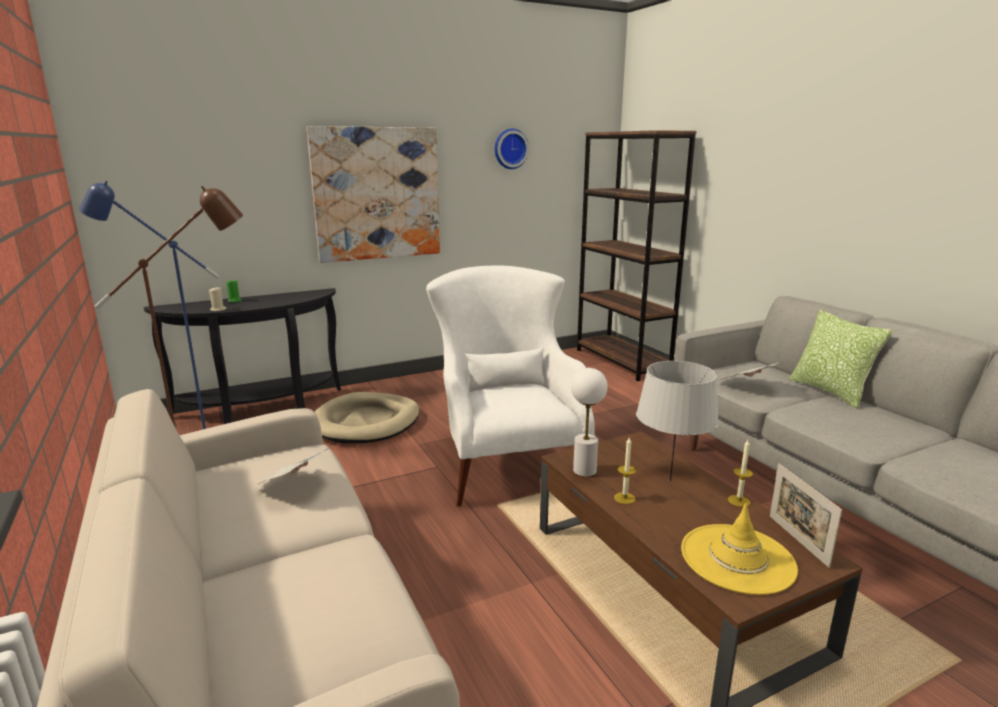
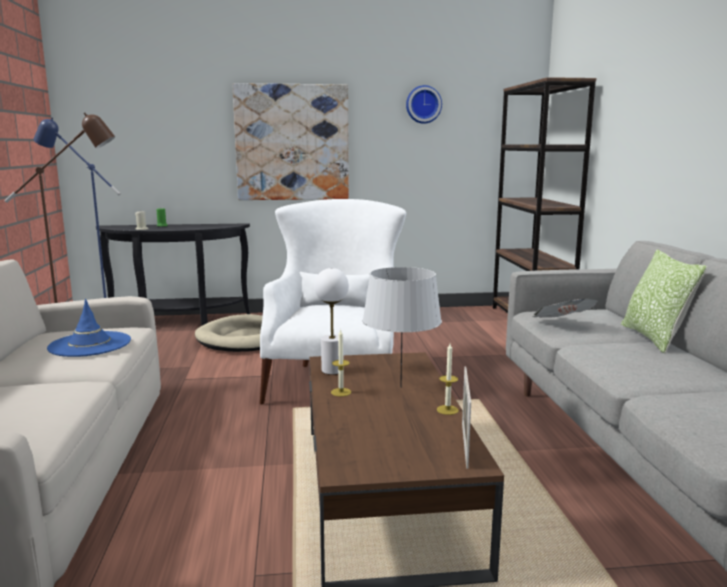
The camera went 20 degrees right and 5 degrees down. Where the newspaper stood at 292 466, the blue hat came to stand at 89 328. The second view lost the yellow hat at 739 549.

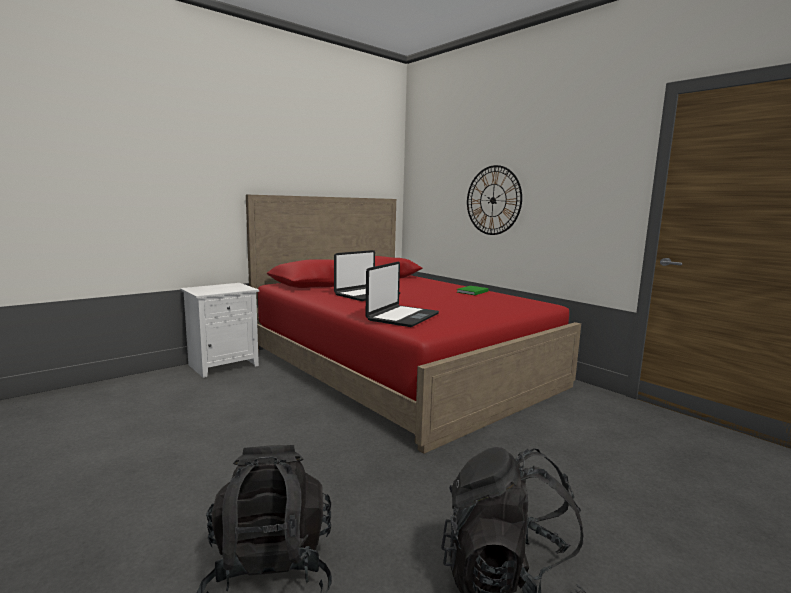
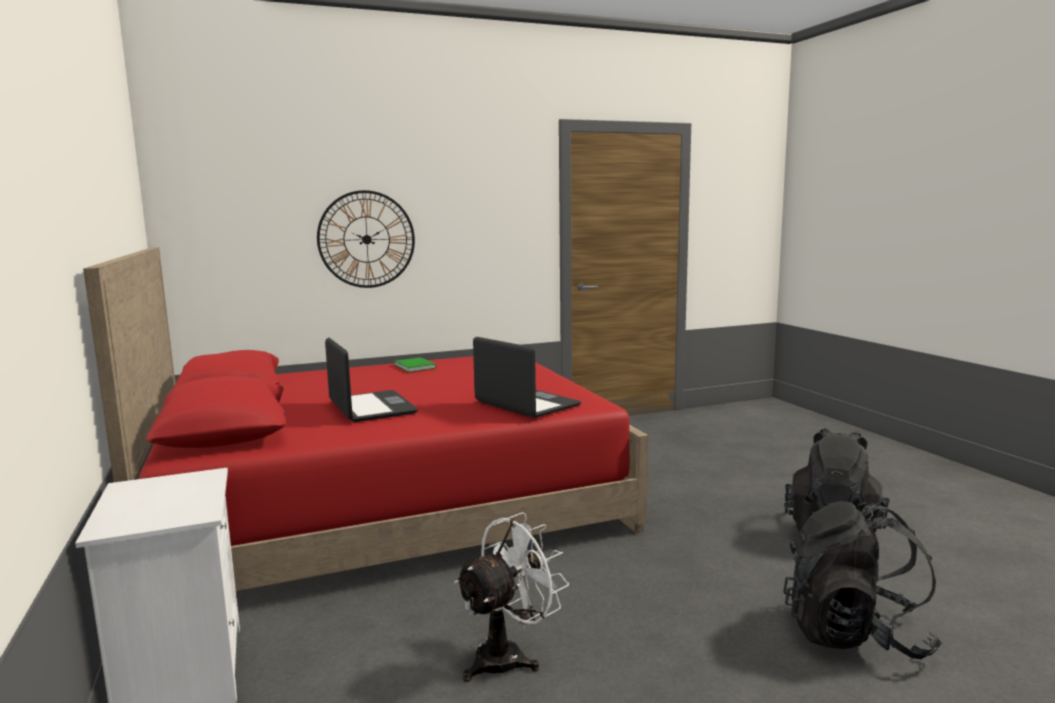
The camera went 70 degrees left and 0 degrees up. The second view gained the white fan at 511 597.

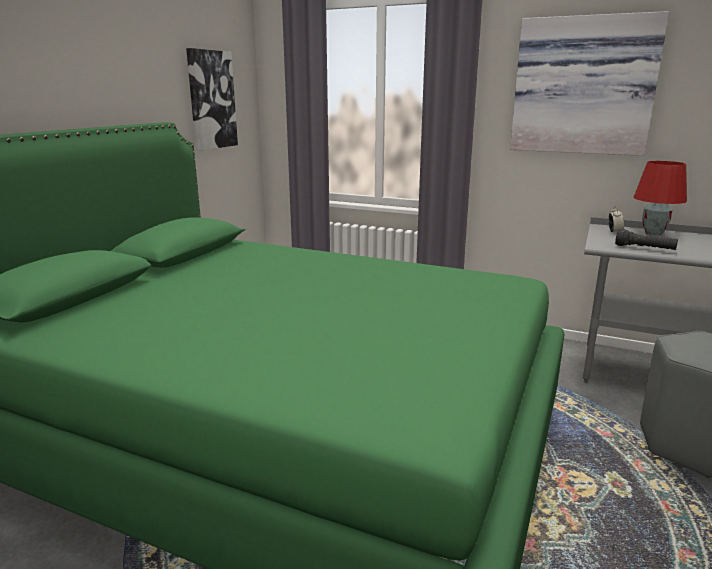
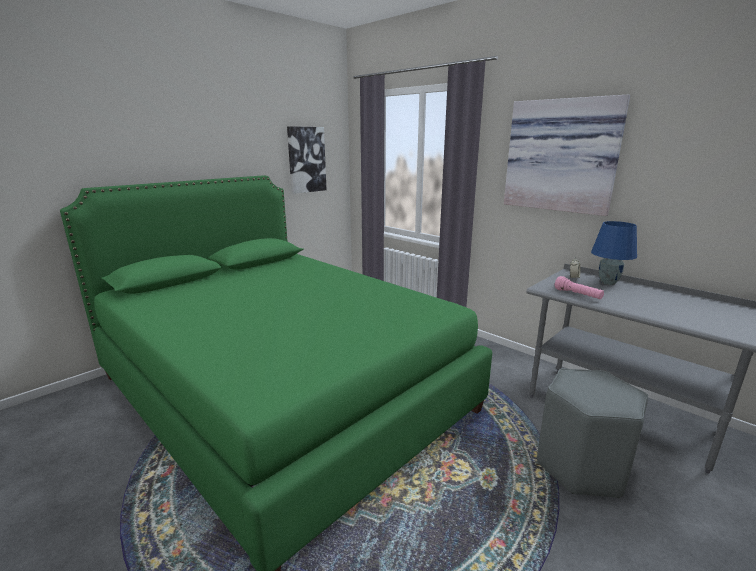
The camera went 20 degrees right and 0 degrees up. What was the black flashlight at 646 239 turned into the pink flashlight at 579 287. What was the red table lamp at 660 198 turned into the blue table lamp at 614 253.

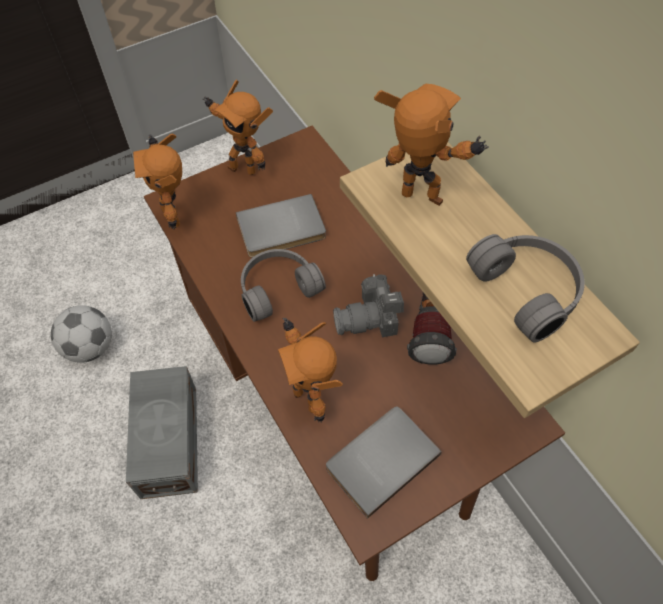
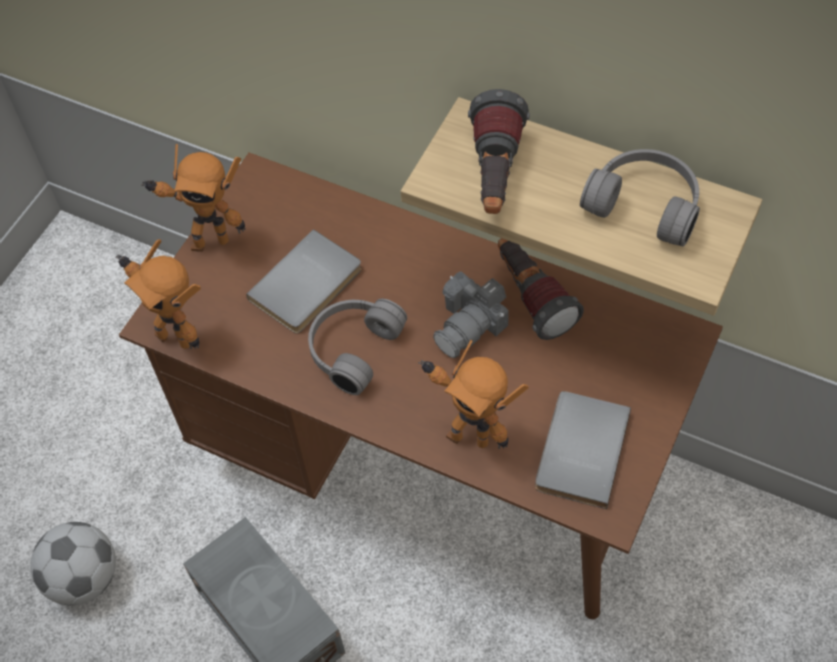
The camera went 30 degrees left and 0 degrees up. Where the toy robot stood at 431 145, the flashlight came to stand at 499 151.

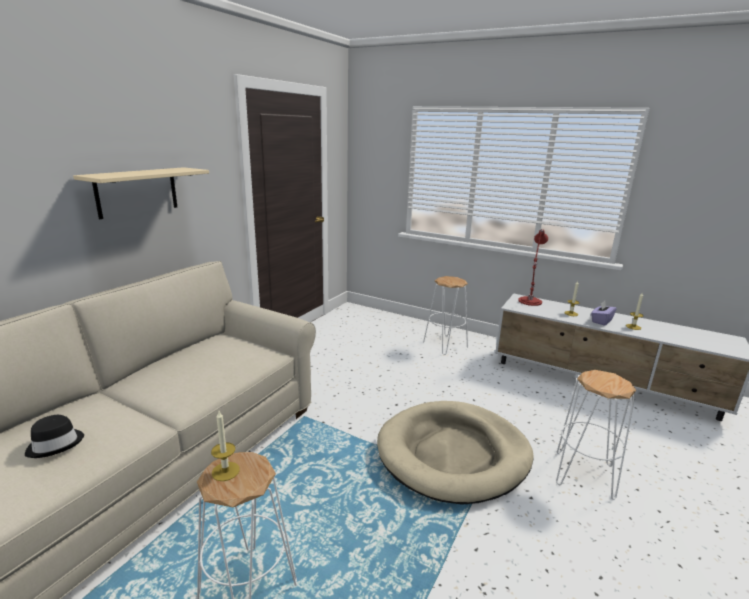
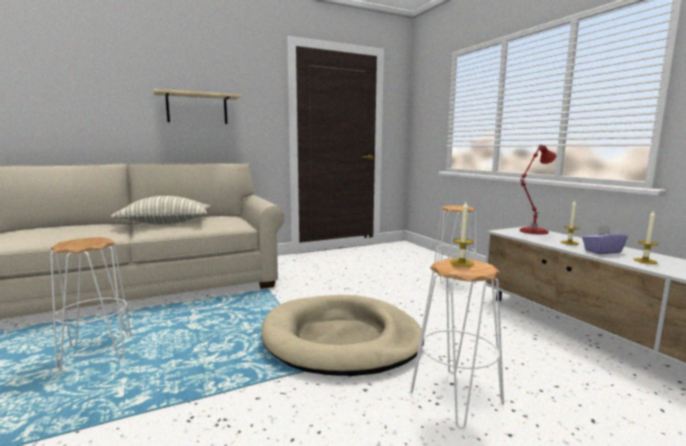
The camera went 35 degrees right and 10 degrees down. The second view gained the pillow at 160 210. The candle ended up elsewhere, having gone from 225 446 to 462 234. The second view lost the black hat at 54 436.

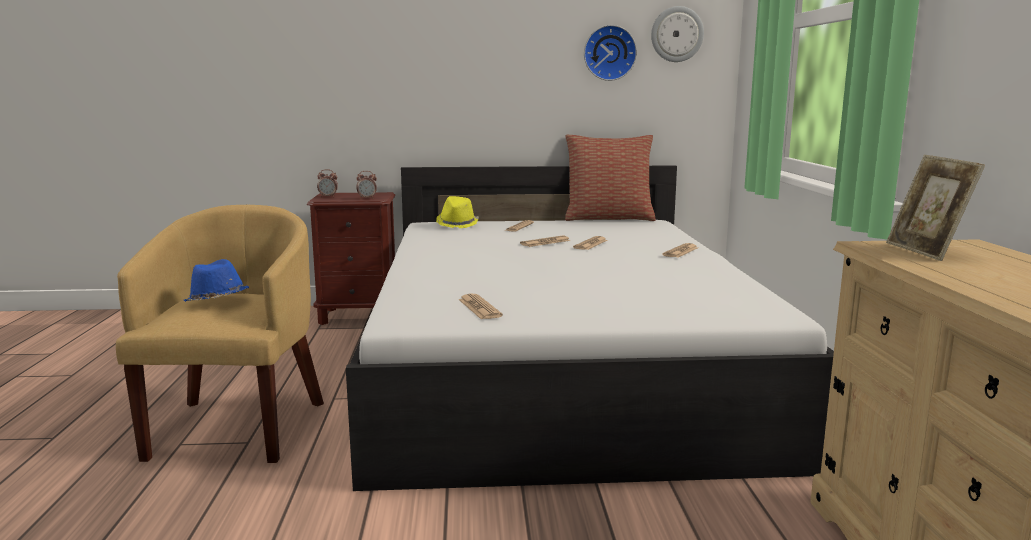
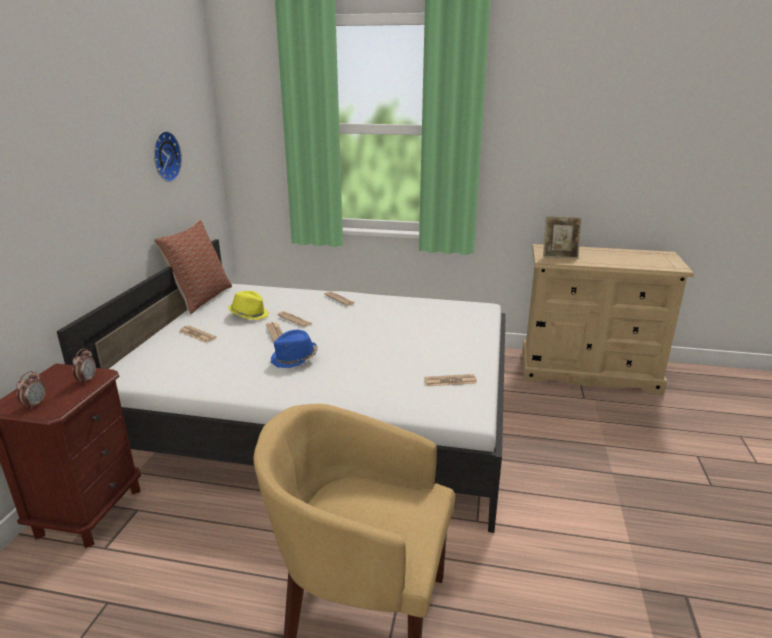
The camera went 75 degrees left and 10 degrees up. The yellow hat ended up elsewhere, having gone from 457 212 to 248 305. The blue hat ended up elsewhere, having gone from 216 280 to 294 349. The second view lost the wall clock at 677 34.

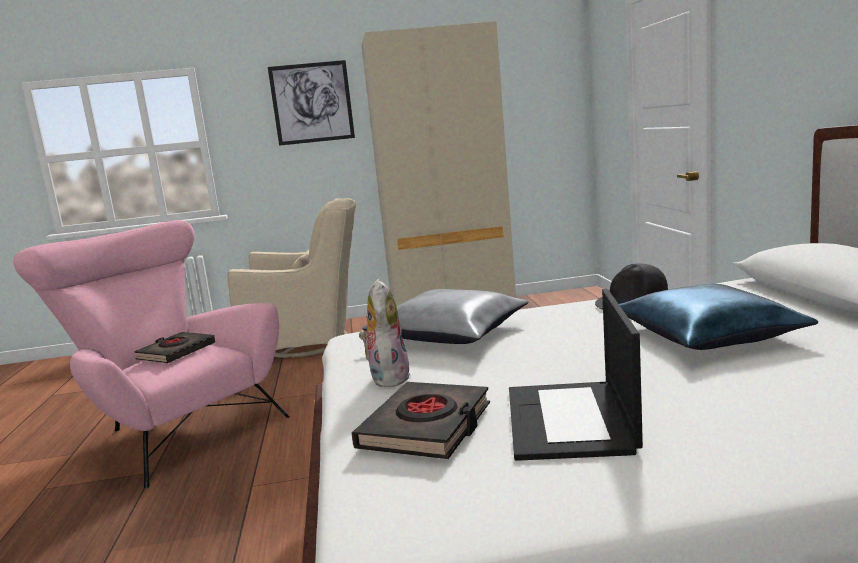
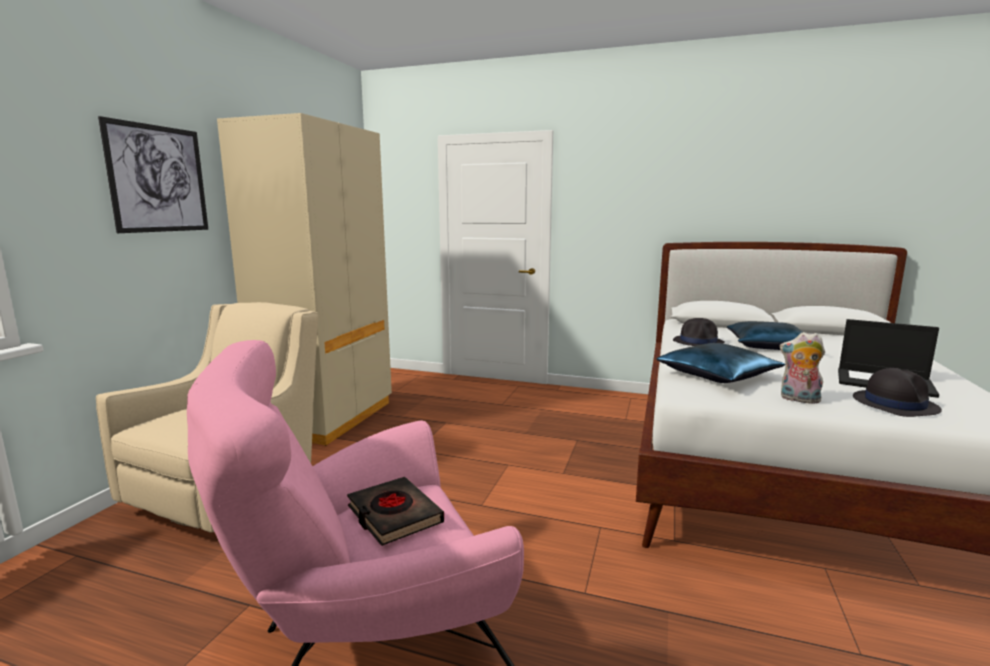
The camera went 65 degrees left and 0 degrees up. What was the grey pillow at 445 316 turned into the blue pillow at 720 363. Where the black book stood at 420 420, the black hat came to stand at 897 392.

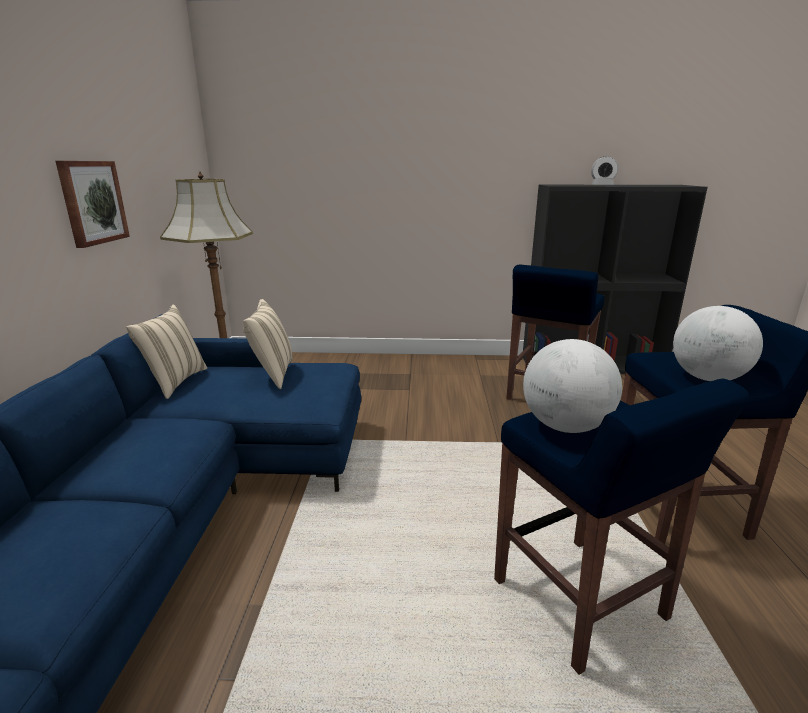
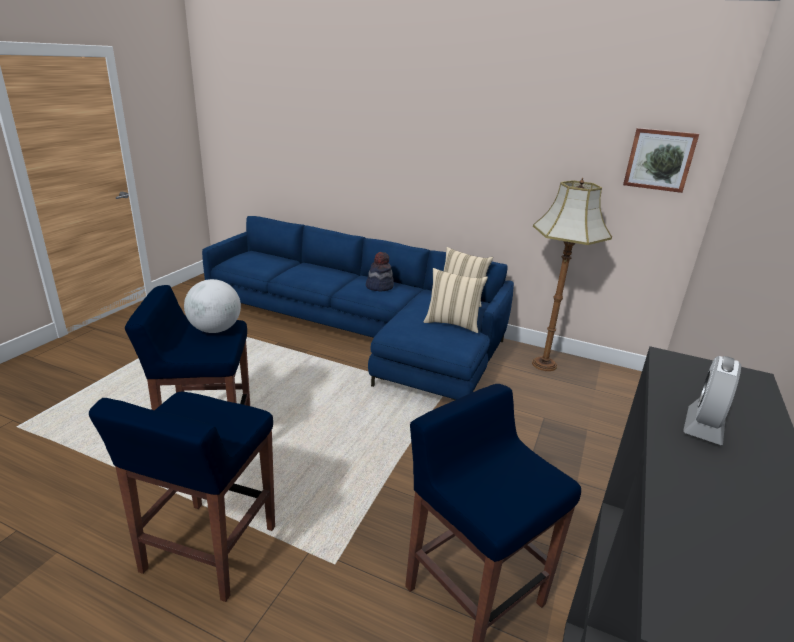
The camera went 110 degrees right and 5 degrees up. The second view gained the hat at 380 271. The picture ended up elsewhere, having gone from 93 204 to 661 160. The second view lost the globe at 718 343.

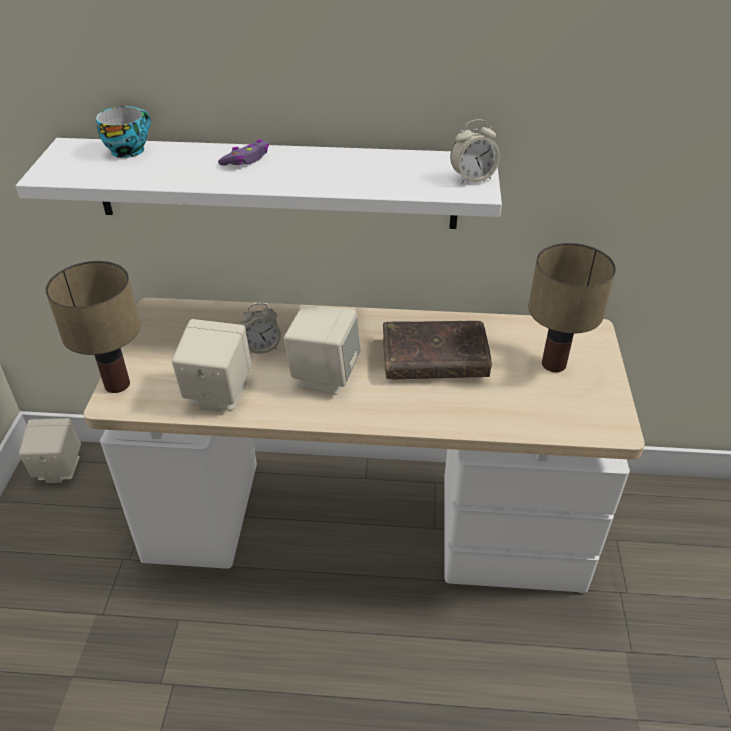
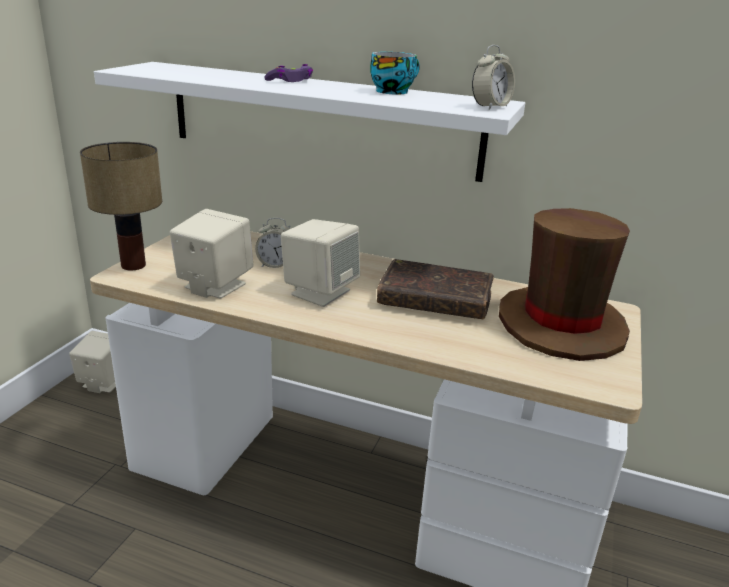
The camera went 15 degrees right and 15 degrees down. The cup ended up elsewhere, having gone from 123 132 to 395 73. The alarm clock at 475 151 ended up facing another way, 45 degrees counterclockwise from before. Where the table lamp stood at 572 307, the brown hat came to stand at 564 284.

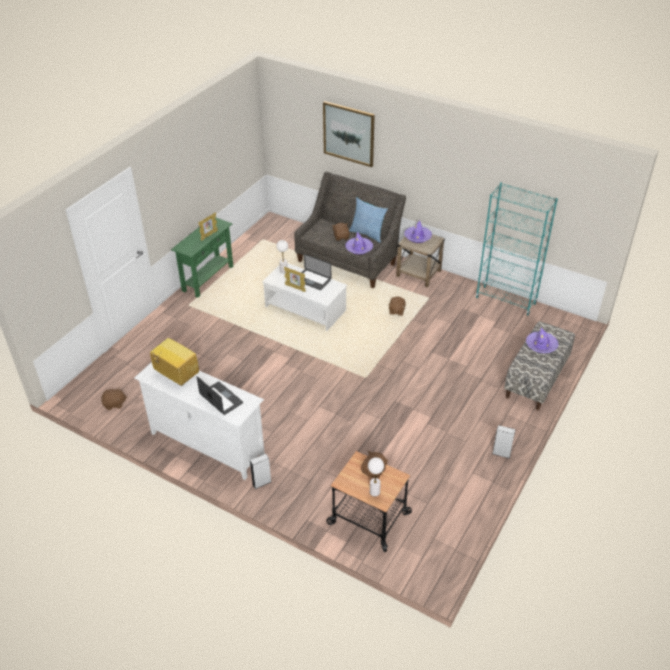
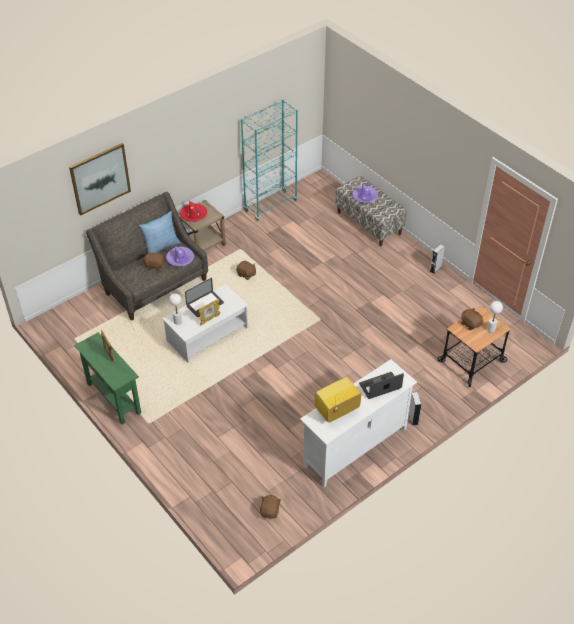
The camera went 70 degrees left and 5 degrees up. What was the purple hat at 418 231 turned into the red hat at 193 211.

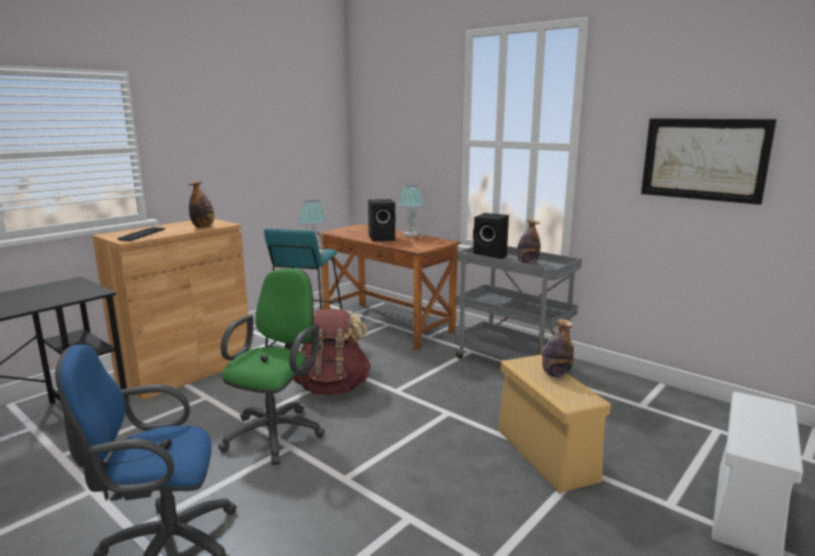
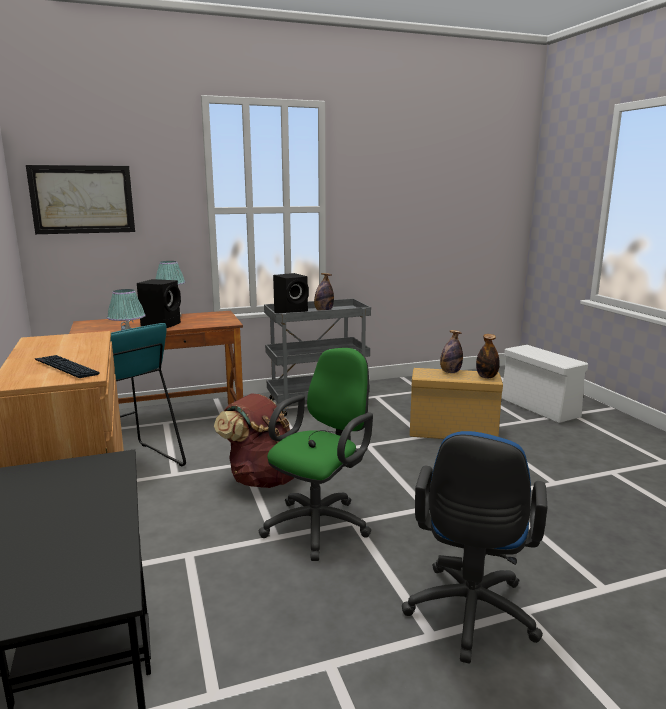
The camera went 60 degrees left and 0 degrees up. The picture ended up elsewhere, having gone from 709 161 to 80 199. The green office chair at 271 366 ended up facing another way, 75 degrees clockwise from before. The bottle ended up elsewhere, having gone from 201 204 to 488 356.

